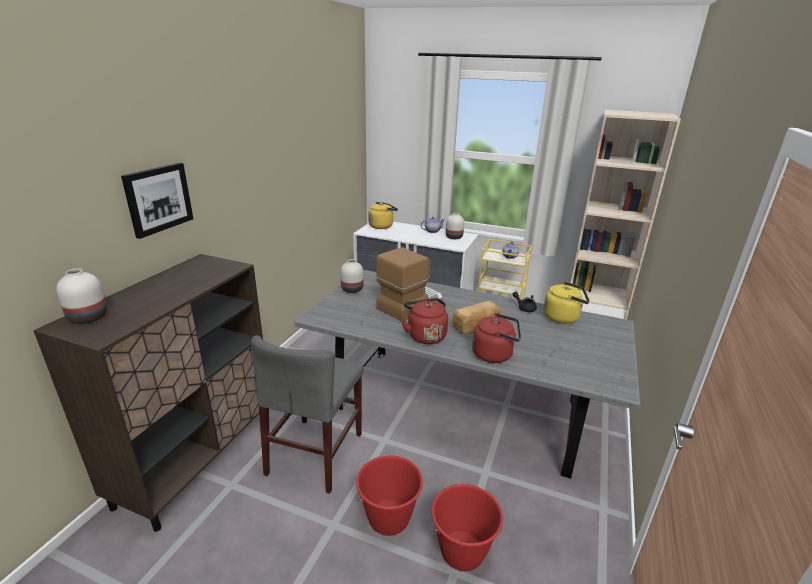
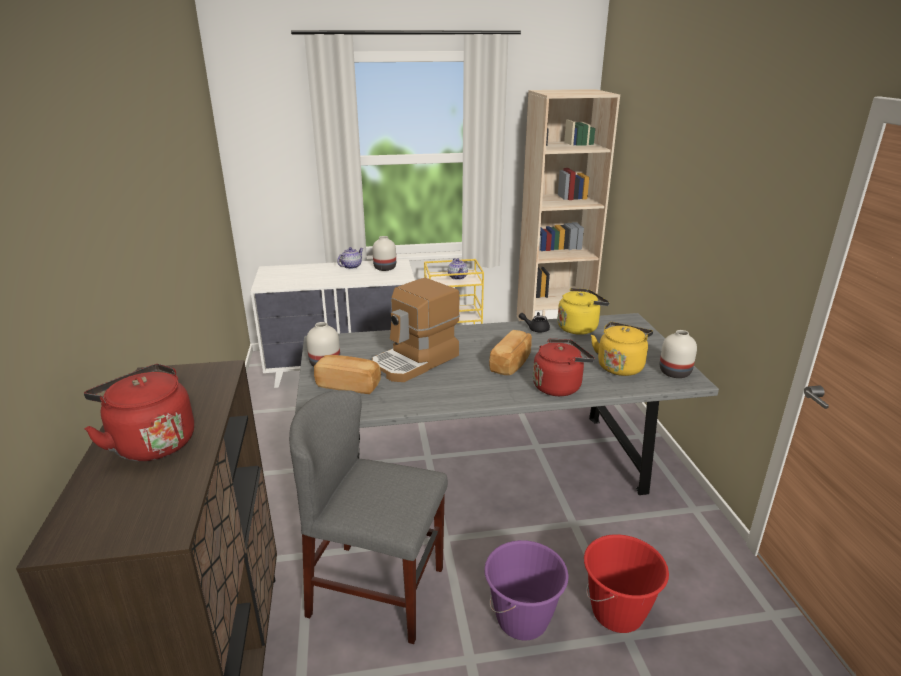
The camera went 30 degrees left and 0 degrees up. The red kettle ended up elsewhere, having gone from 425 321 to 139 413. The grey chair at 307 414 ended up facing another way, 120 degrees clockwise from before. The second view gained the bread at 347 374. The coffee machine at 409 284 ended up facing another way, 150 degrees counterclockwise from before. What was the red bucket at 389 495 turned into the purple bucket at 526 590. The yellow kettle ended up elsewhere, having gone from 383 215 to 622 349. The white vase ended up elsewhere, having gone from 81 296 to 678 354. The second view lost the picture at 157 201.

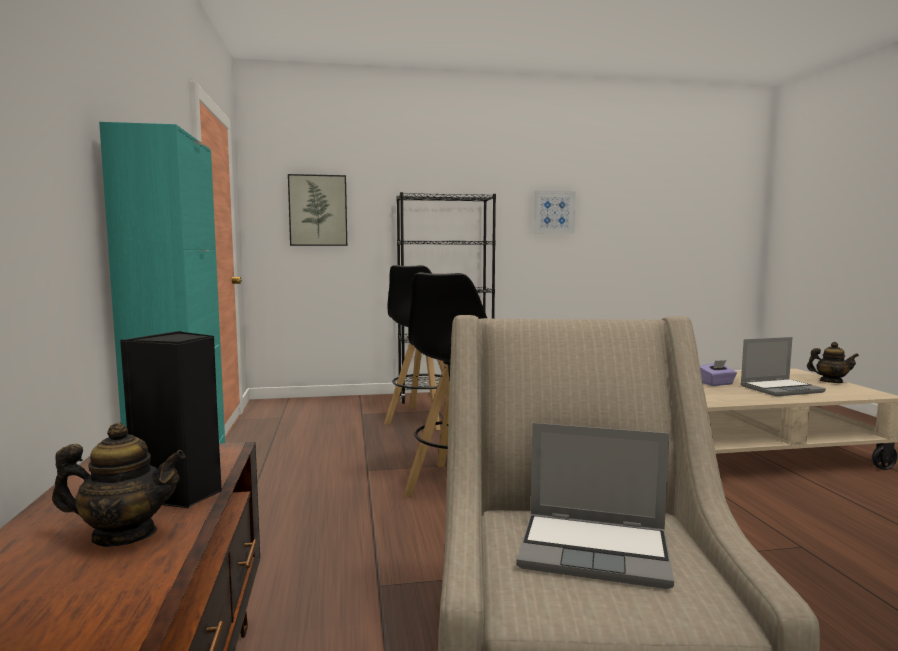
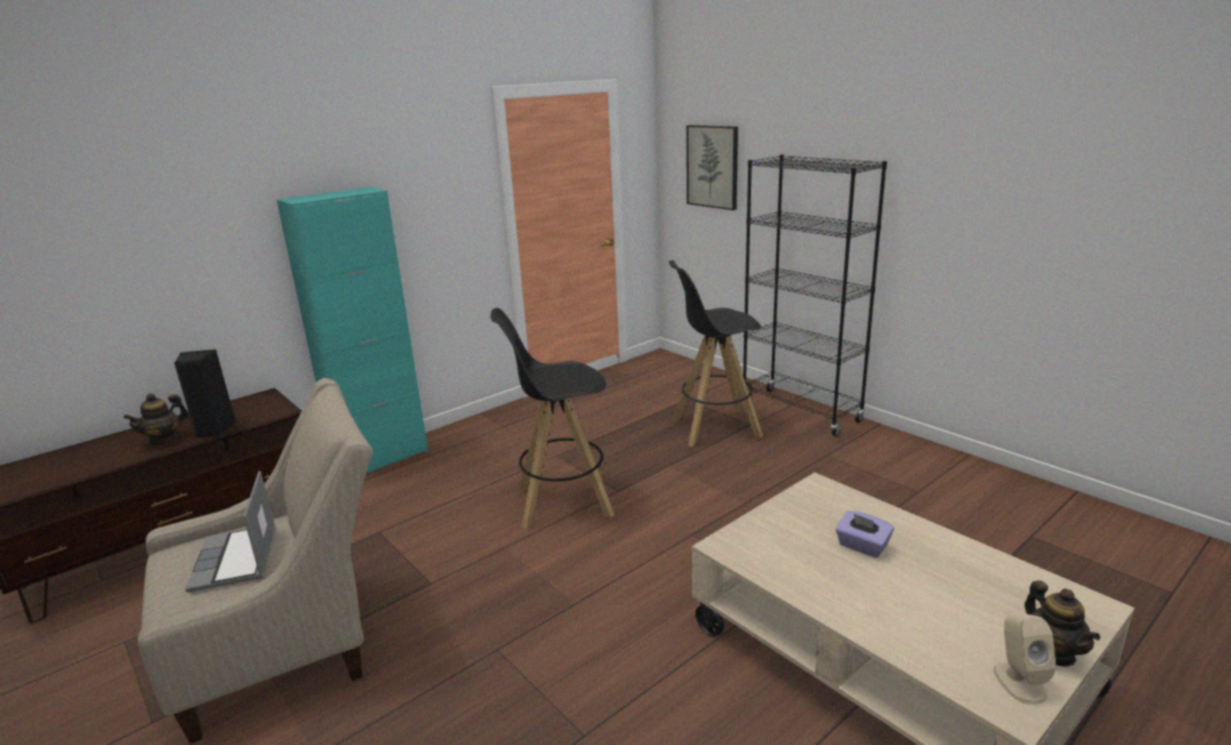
The camera went 60 degrees right and 15 degrees up. The teapot at 119 485 ended up facing another way, 75 degrees clockwise from before. The second view gained the beige speaker at 1024 658. The second view lost the picture at 555 212. The second view lost the laptop at 783 366.

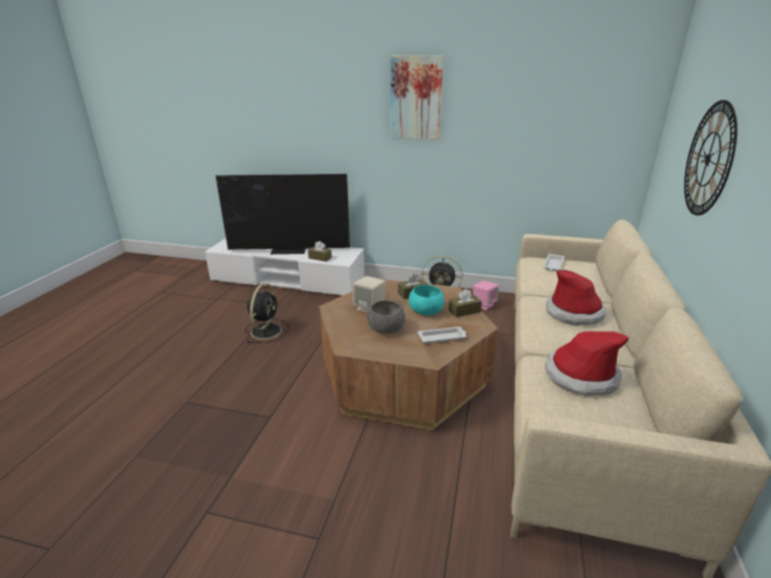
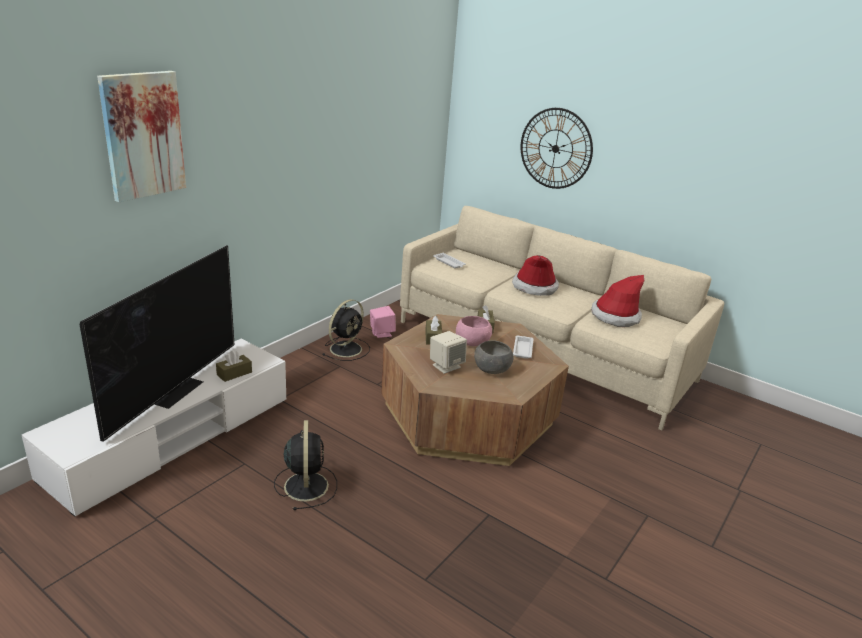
The camera went 70 degrees left and 0 degrees up. The picture ended up elsewhere, having gone from 416 97 to 141 136. The black fan at 267 313 ended up facing another way, 45 degrees clockwise from before. What was the turquoise bowl at 426 300 turned into the pink bowl at 474 331.

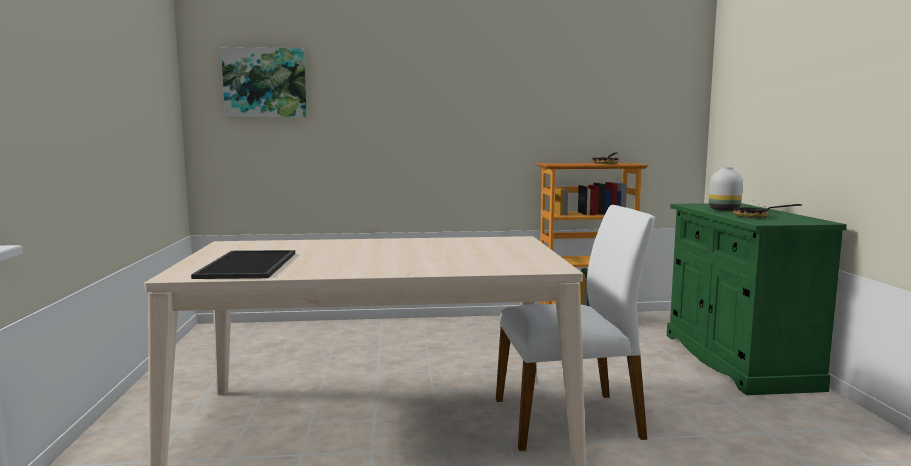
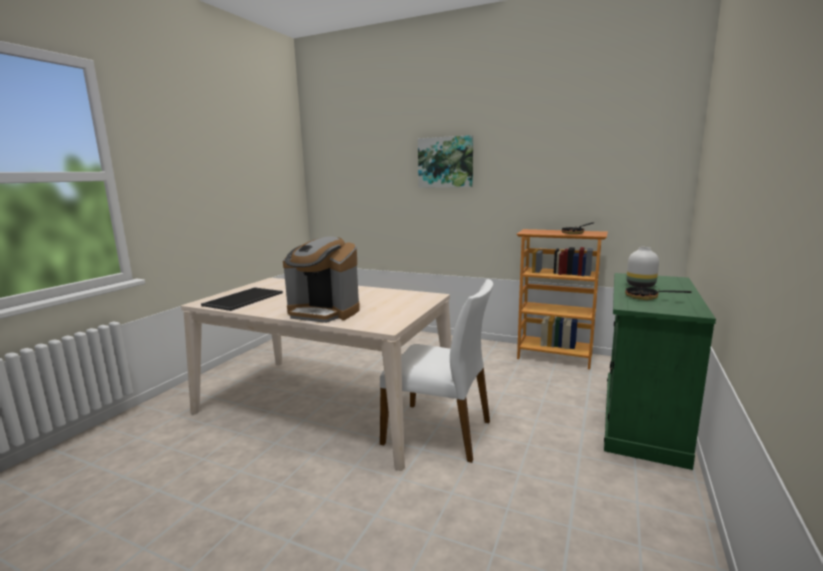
The camera went 30 degrees right and 5 degrees up. The second view gained the coffee machine at 321 279. The picture ended up elsewhere, having gone from 264 82 to 445 161.

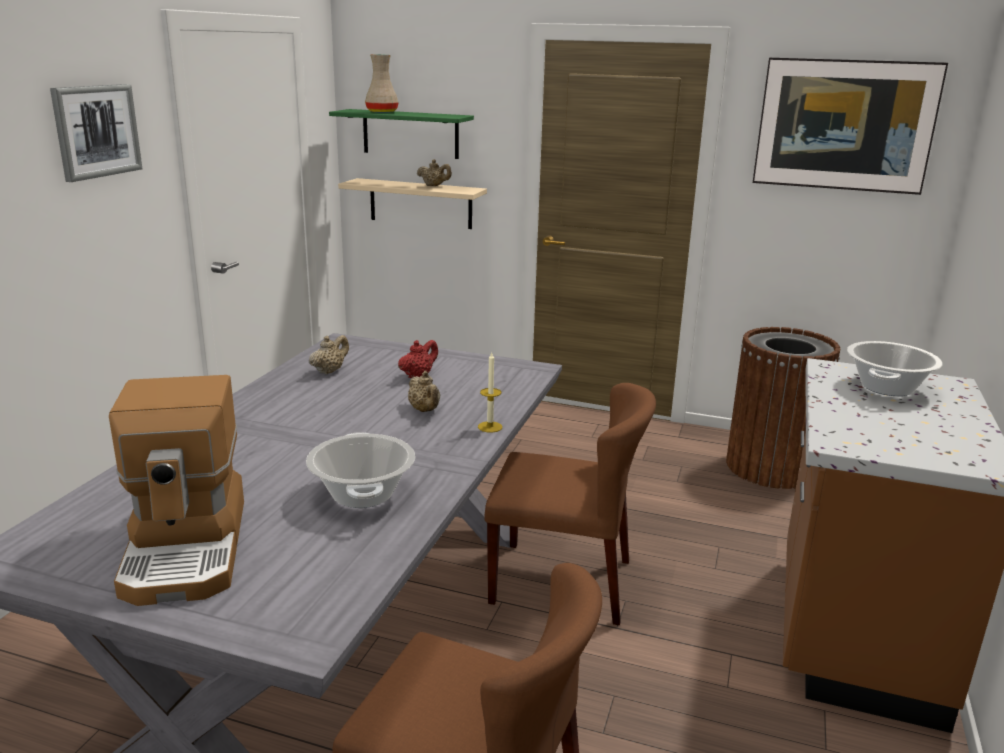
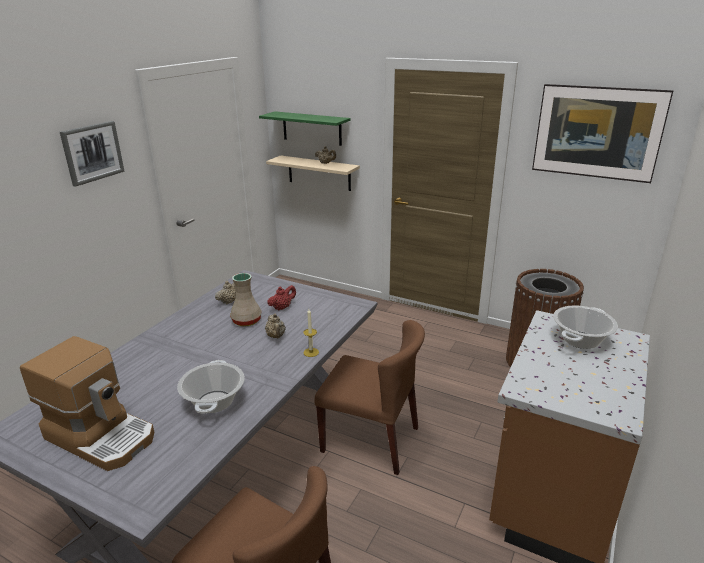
The camera went 10 degrees right and 5 degrees up. The coffee machine at 176 490 ended up facing another way, 60 degrees counterclockwise from before. The beige vase ended up elsewhere, having gone from 382 83 to 246 300.

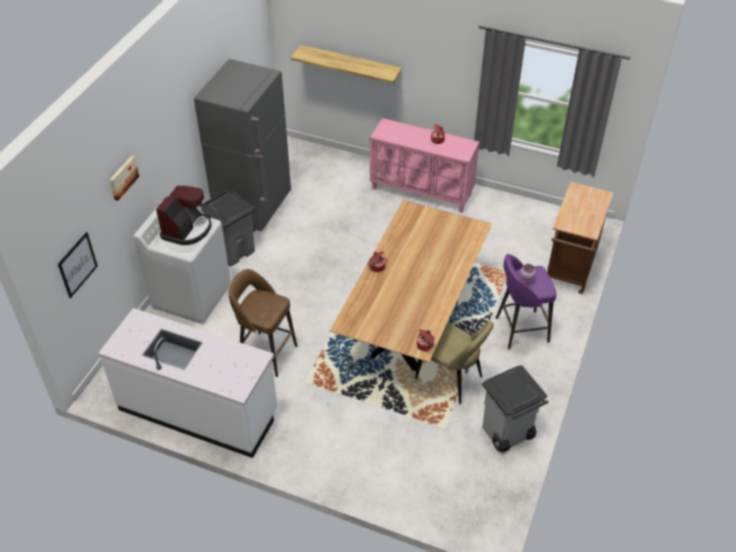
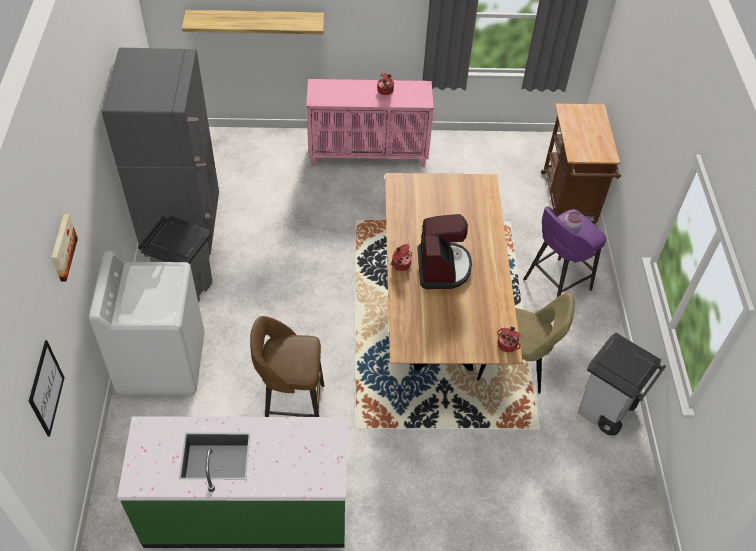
The camera went 25 degrees left and 5 degrees up. What was the white counter at 187 383 turned into the green counter at 232 482. The coffee machine ended up elsewhere, having gone from 184 215 to 444 251.

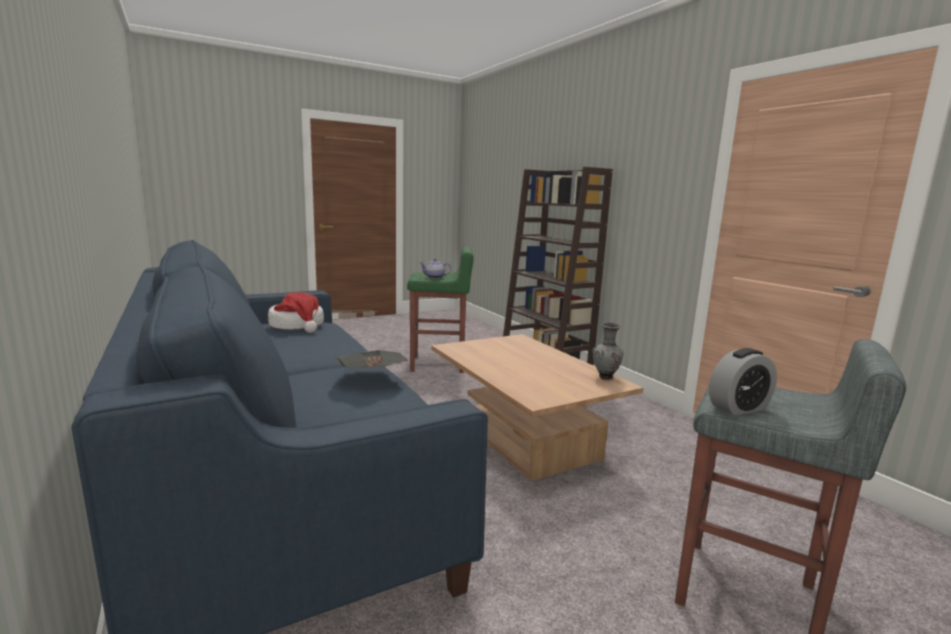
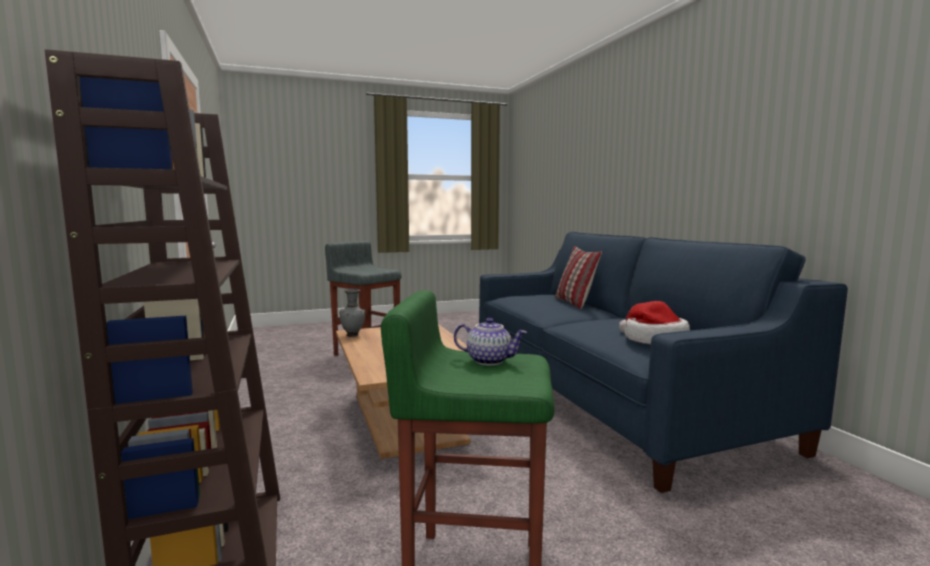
The camera went 170 degrees left and 5 degrees down. The second view gained the pillow at 578 277. The second view lost the newspaper at 370 359. The second view lost the alarm clock at 743 382.

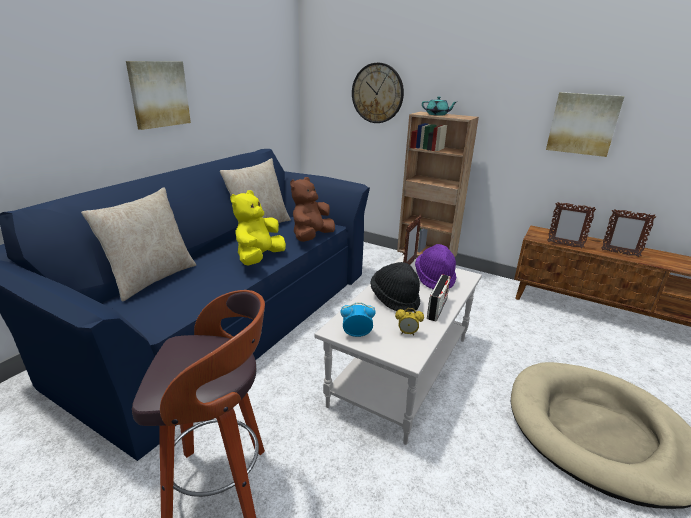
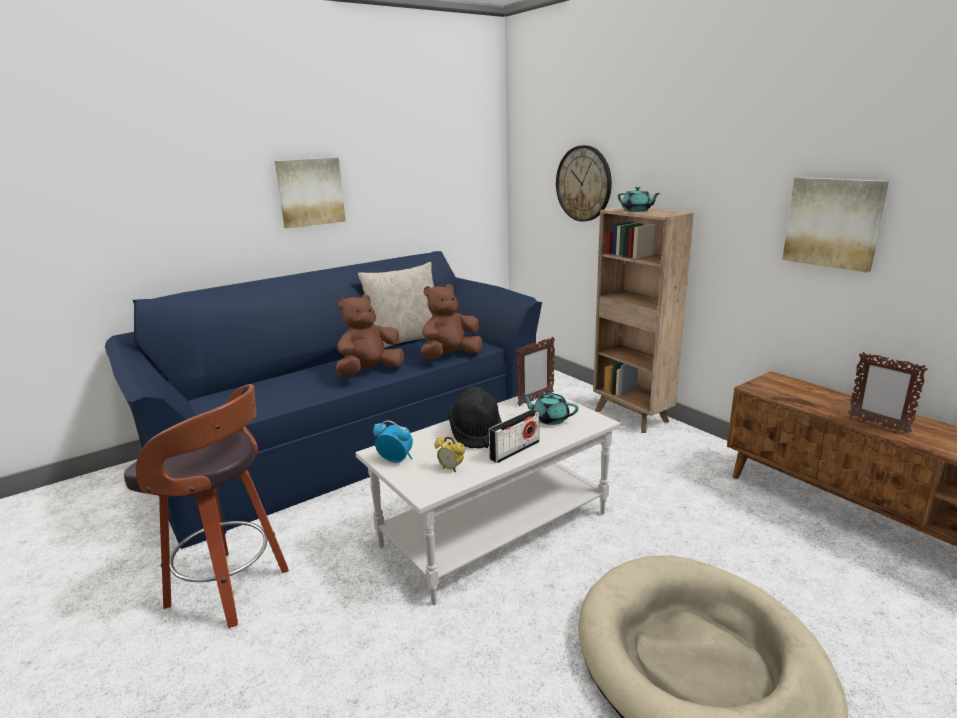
The camera went 25 degrees right and 5 degrees down. What was the yellow plush toy at 258 228 turned into the brown plush toy at 370 335. Where the purple hat stood at 436 266, the turquoise teapot came to stand at 549 409. The second view lost the beige pillow at 138 245. The second view lost the picture frame at 571 225.

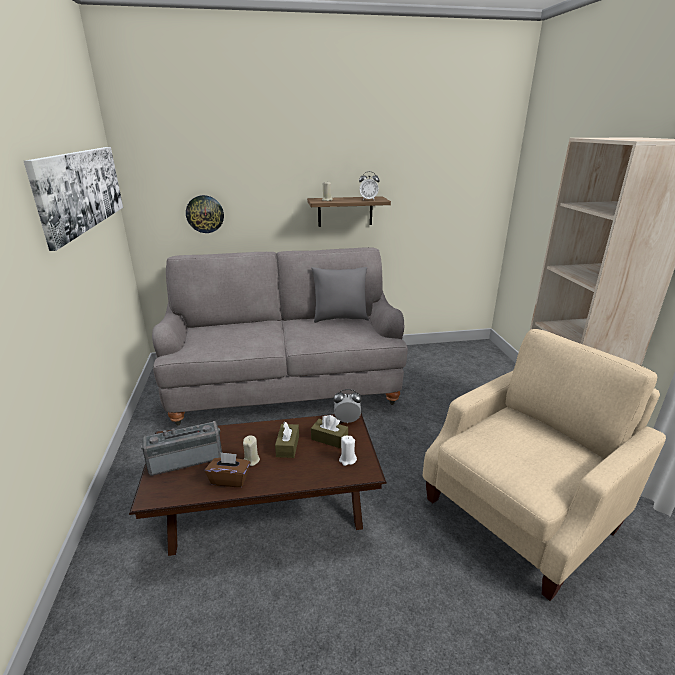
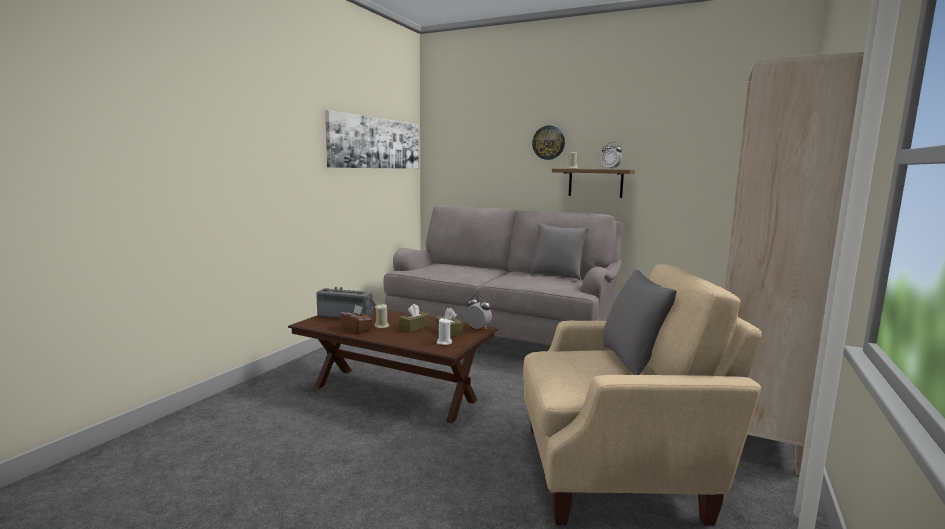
The camera went 35 degrees right and 15 degrees down. The wall clock ended up elsewhere, having gone from 205 214 to 548 143. The second view gained the grey pillow at 640 322.

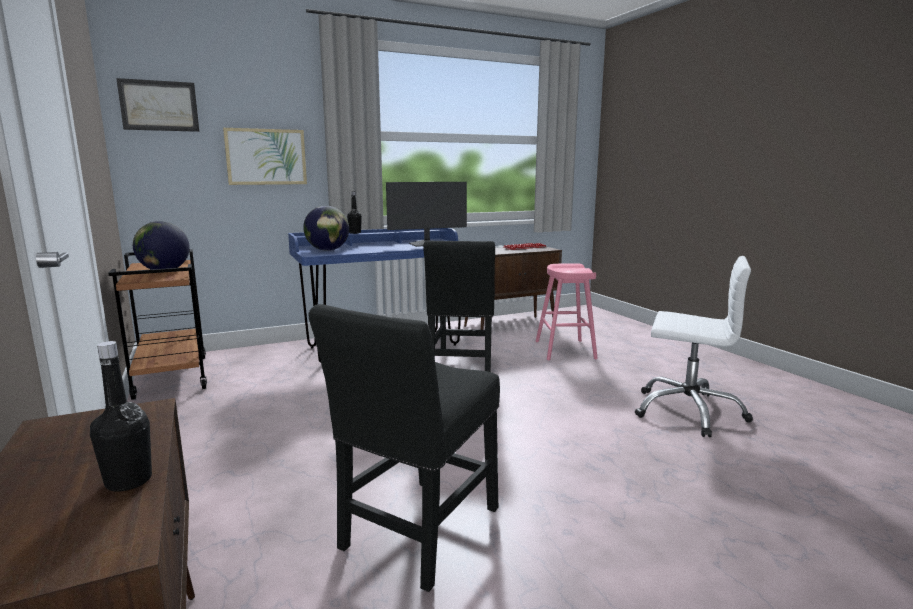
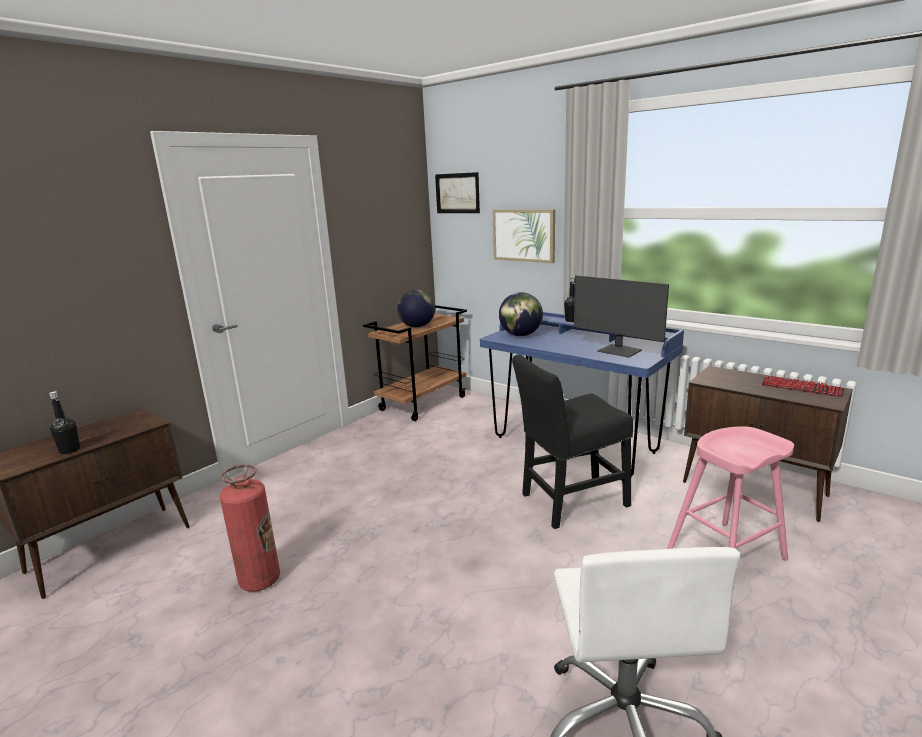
The camera went 65 degrees right and 5 degrees up. Where the black chair stood at 404 448, the fire extinguisher came to stand at 250 528.

